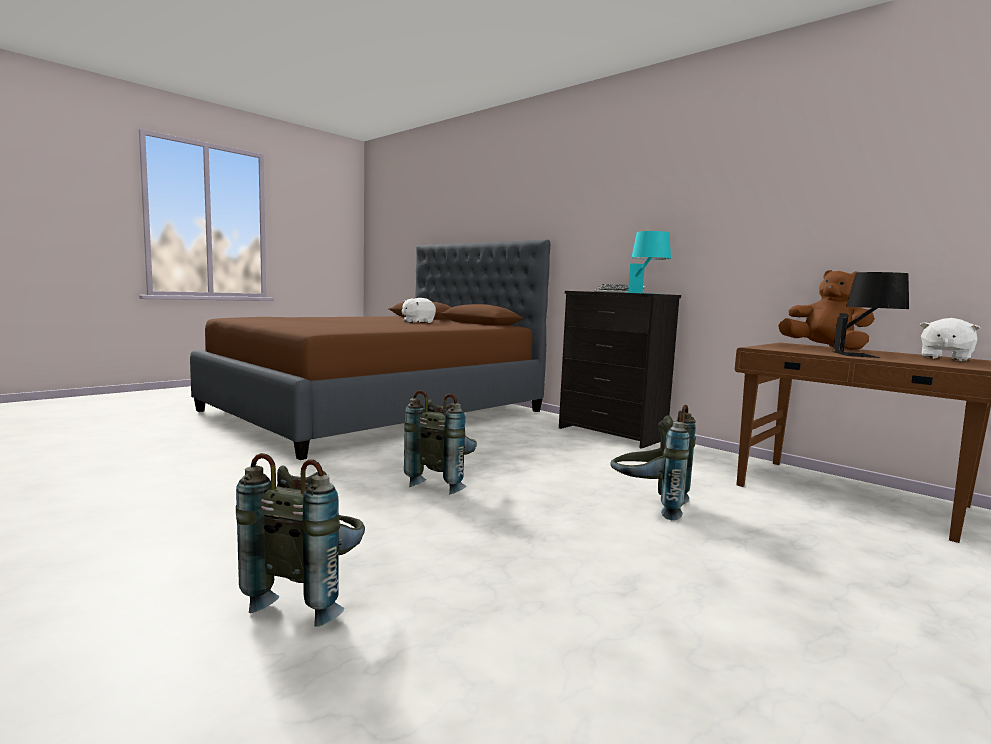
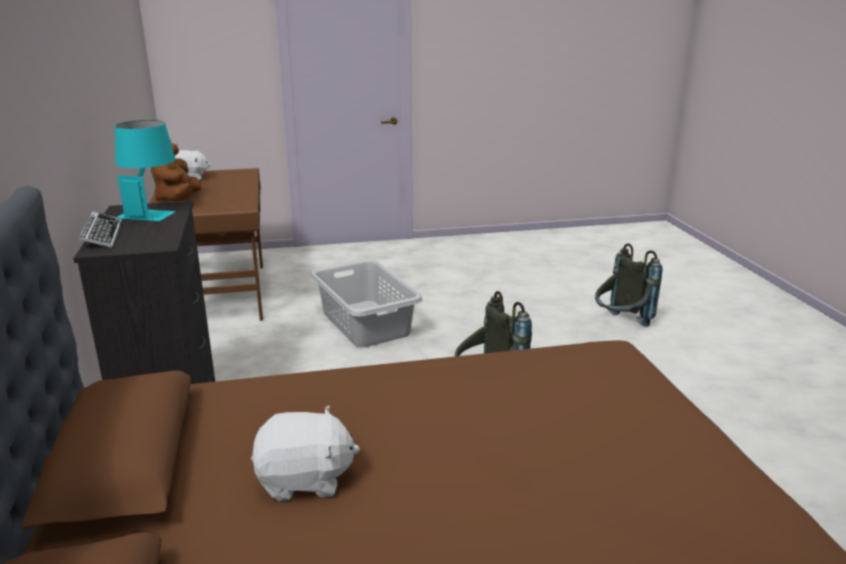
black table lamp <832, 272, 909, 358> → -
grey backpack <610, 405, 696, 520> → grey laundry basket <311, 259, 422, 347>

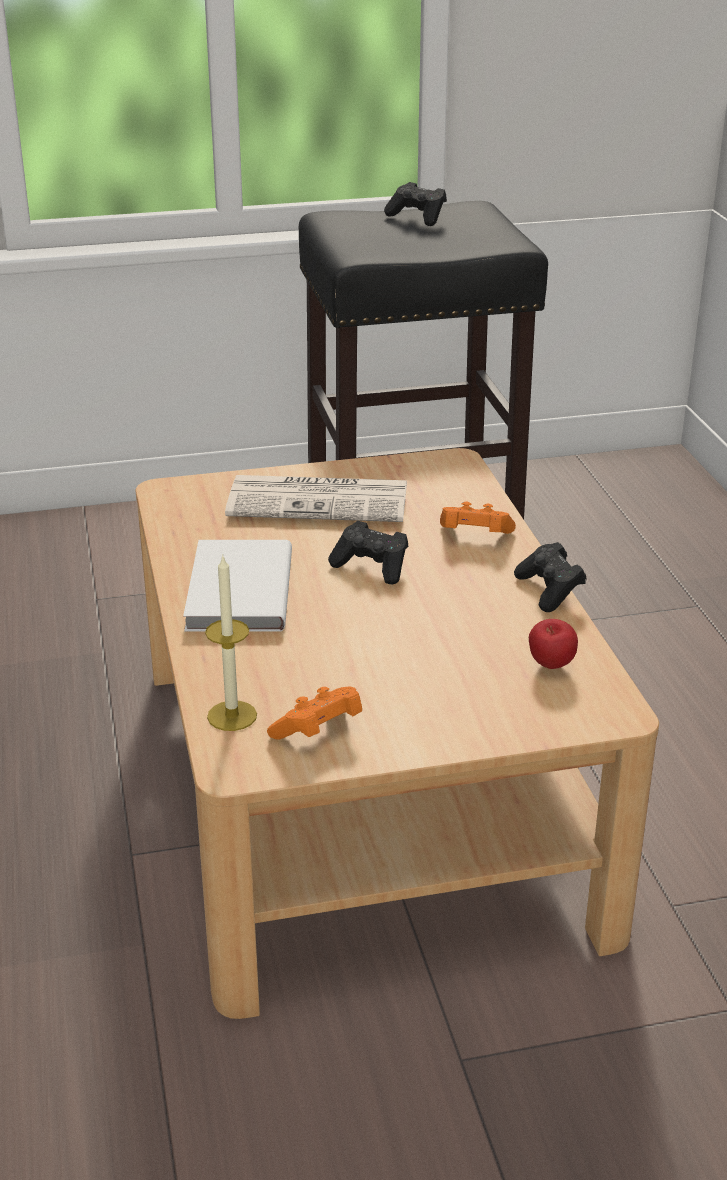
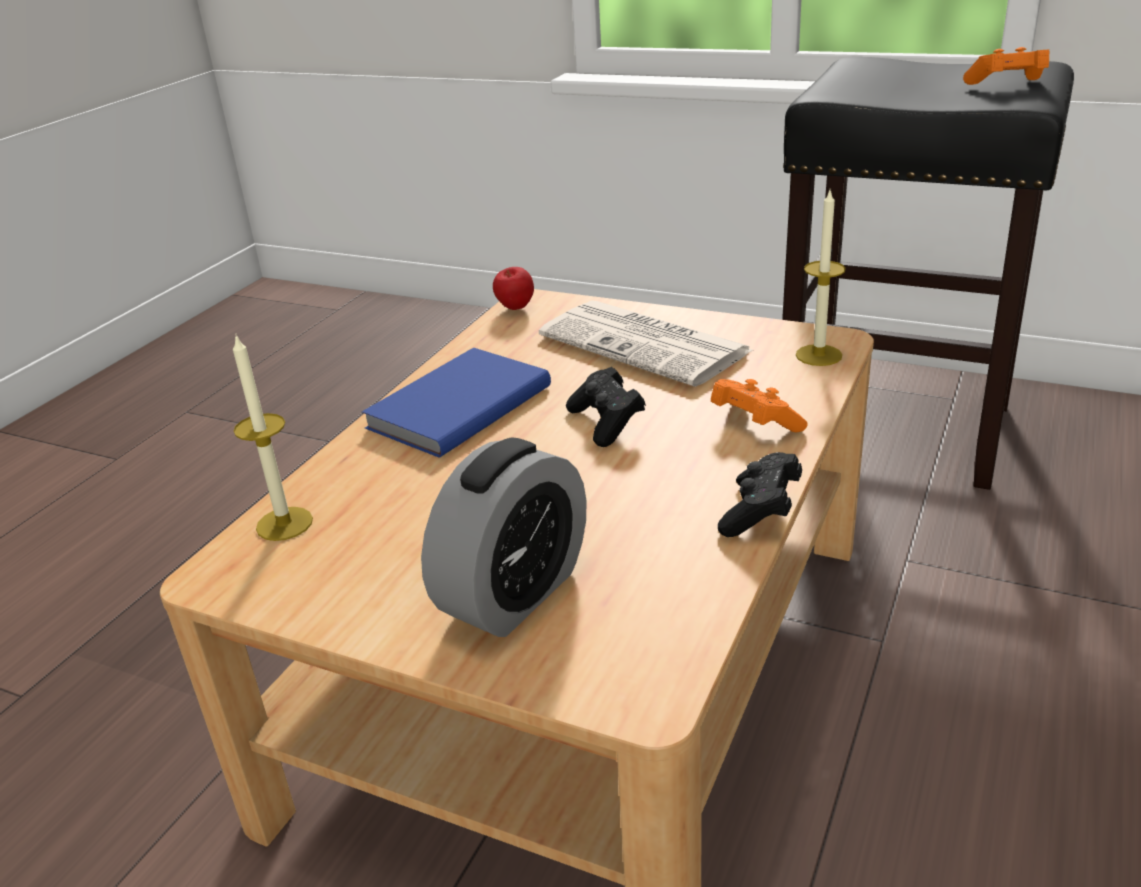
black game controller <384, 182, 447, 226> → -
white book <183, 540, 292, 631> → blue book <362, 347, 551, 458>
apple <529, 619, 578, 669> → apple <493, 267, 534, 310>, move
orange game controller <267, 687, 362, 740> → orange game controller <963, 47, 1049, 85>, move
- → candle <796, 190, 846, 366>
- → alarm clock <421, 437, 587, 637>

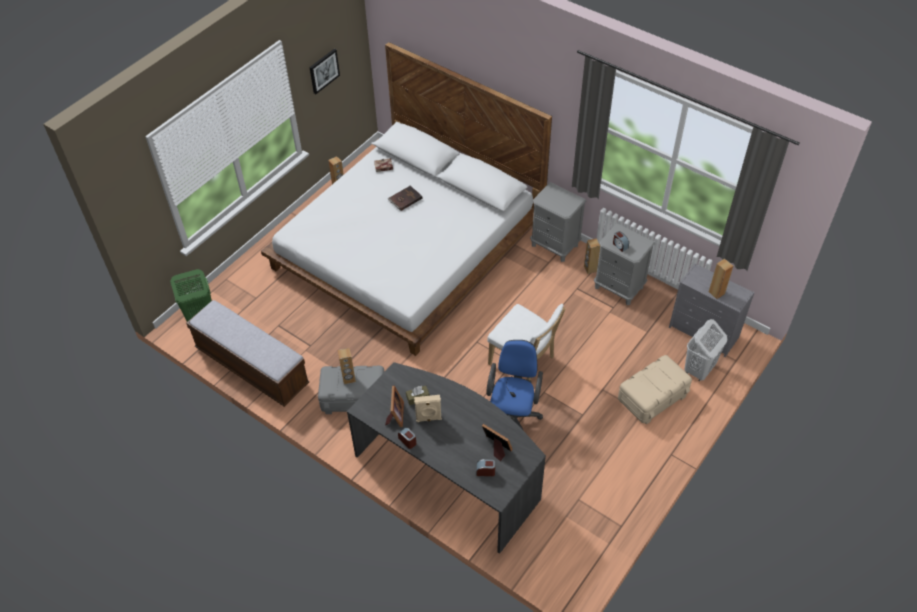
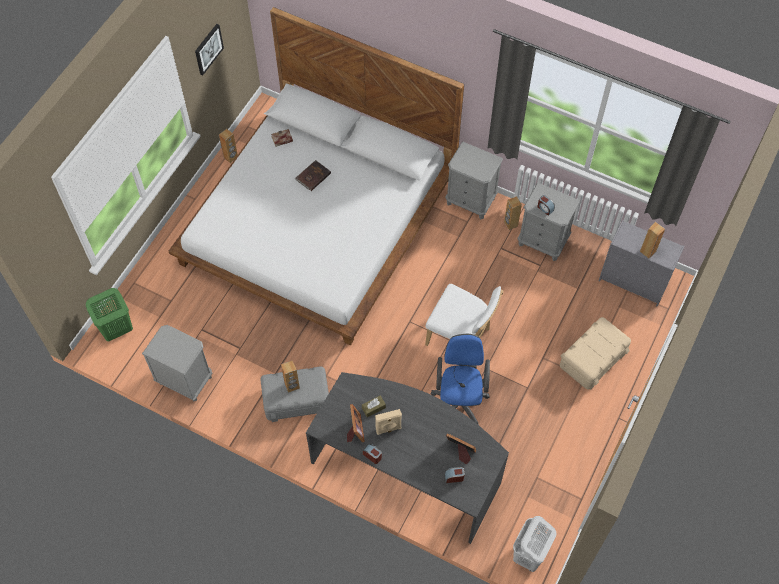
bench <186, 300, 309, 407> → grey nightstand <142, 325, 212, 402>
white laundry basket <684, 319, 727, 381> → white laundry basket <513, 516, 557, 572>, move

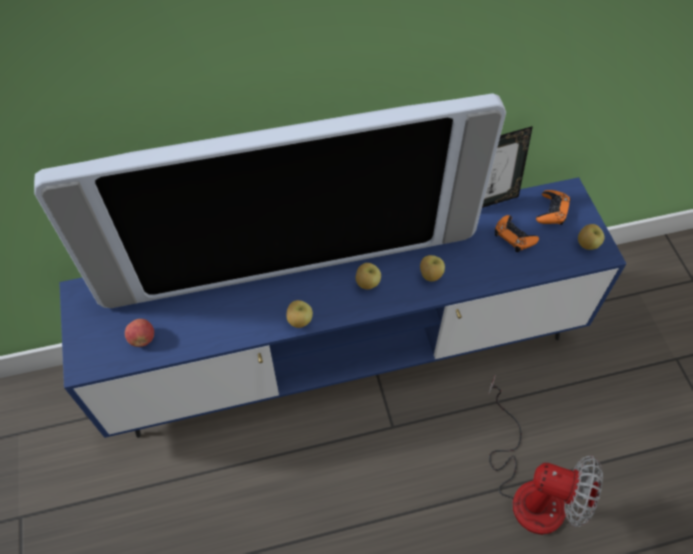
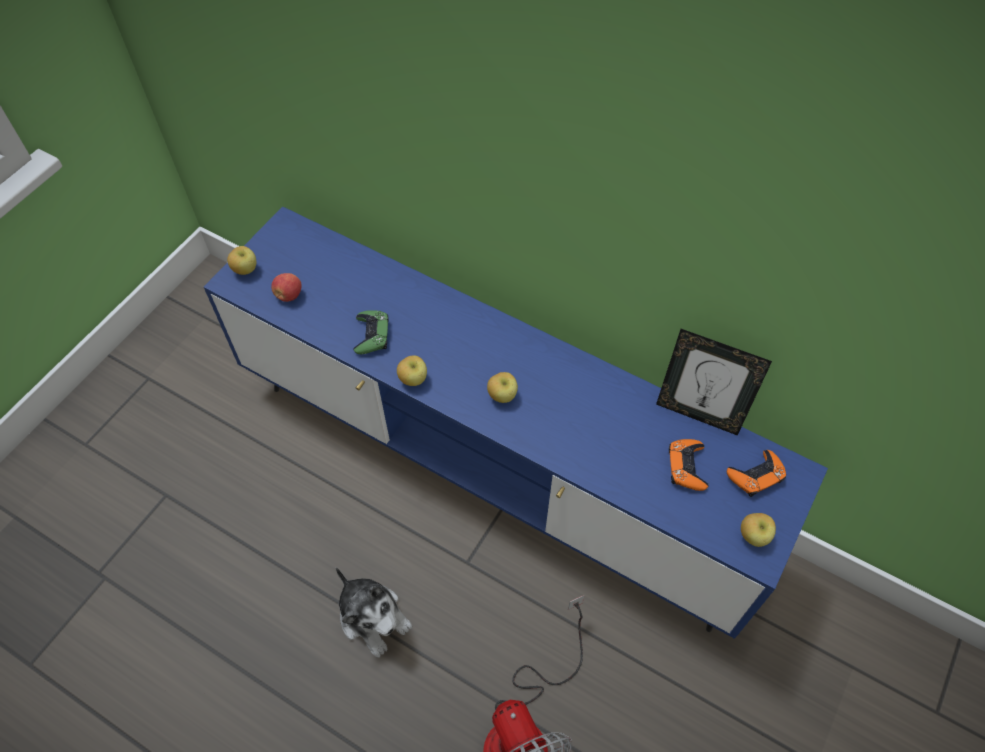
television <34, 93, 506, 308> → -
apple <420, 255, 445, 282> → apple <227, 246, 256, 275>, move
- → green game controller <353, 310, 389, 354>
- → plush toy <336, 567, 412, 658>

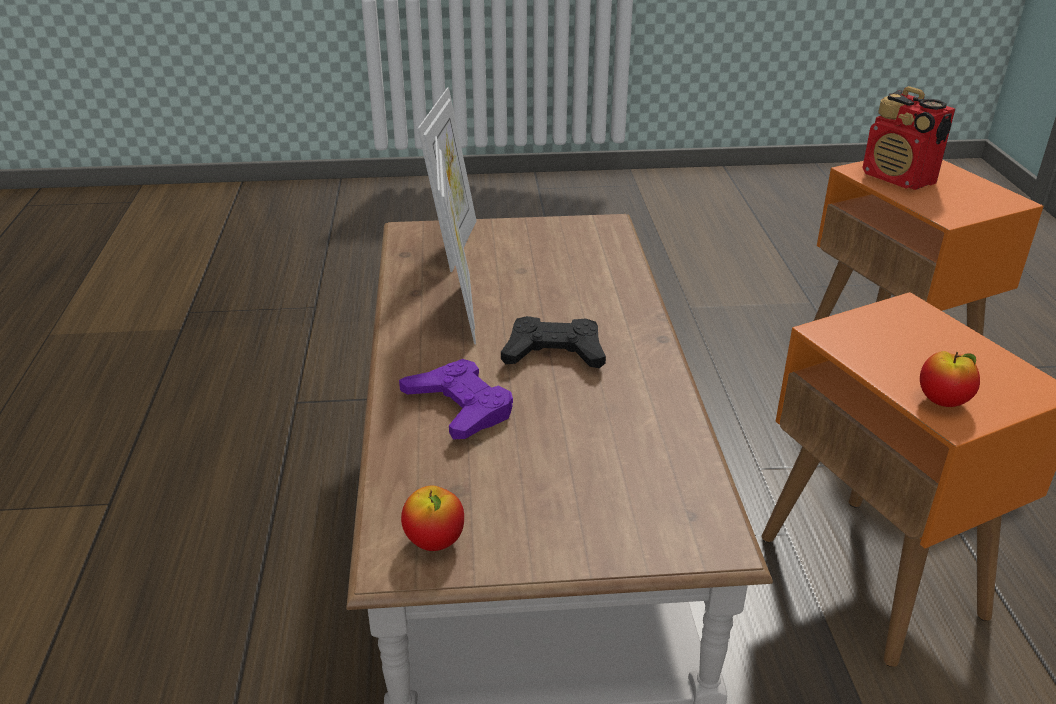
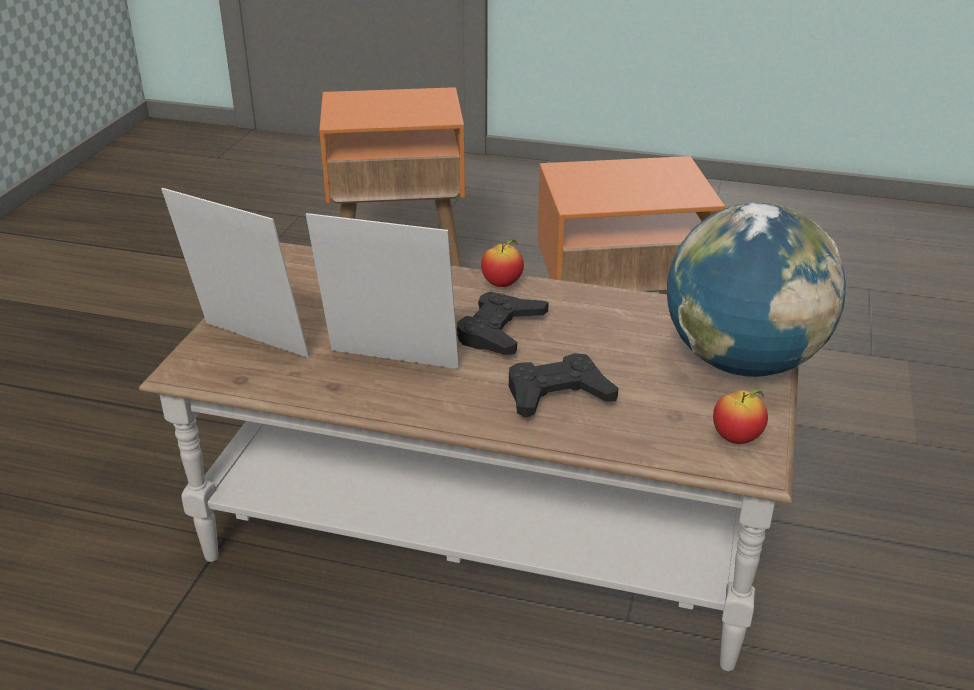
radio <862, 86, 955, 190> → -
apple <920, 351, 980, 407> → apple <481, 239, 524, 287>, move
purple game controller <399, 359, 513, 439> → black game controller <509, 353, 618, 418>
- → globe <667, 202, 846, 377>

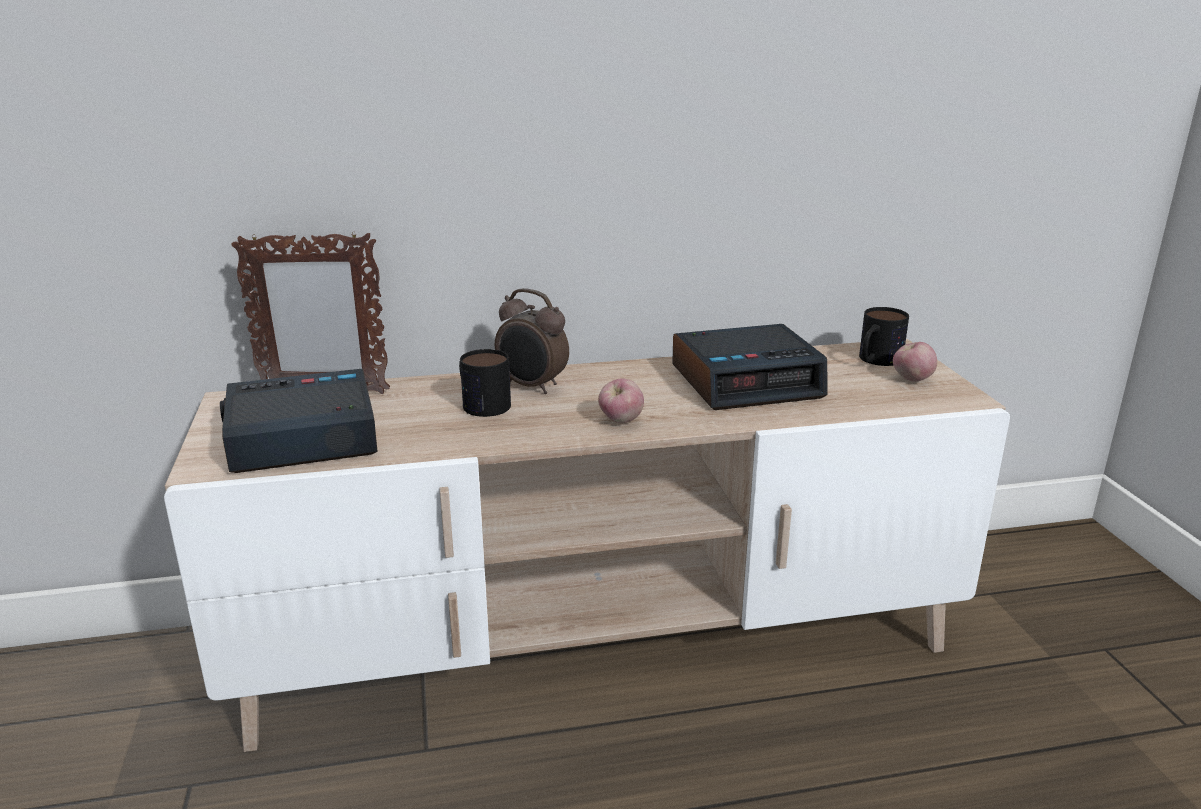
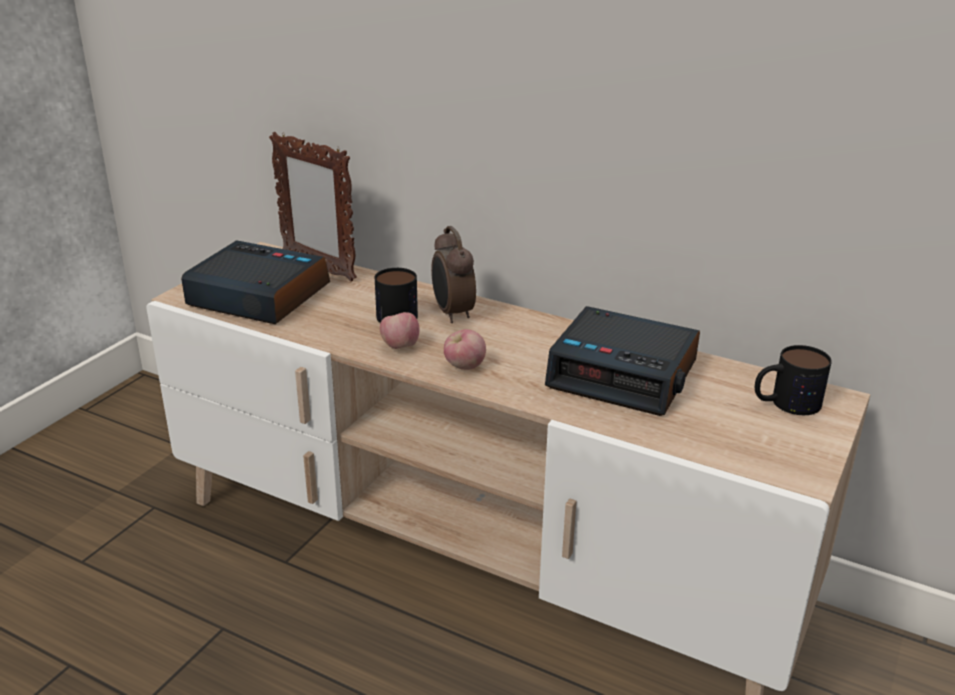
apple <893, 342, 937, 382> → apple <380, 312, 420, 349>, move

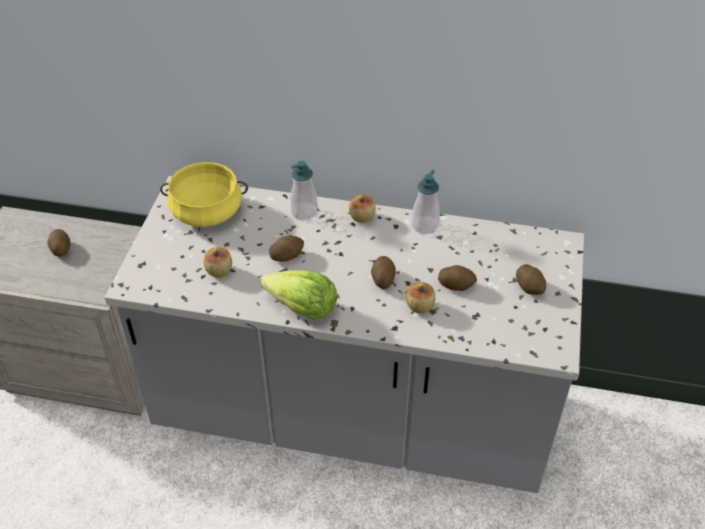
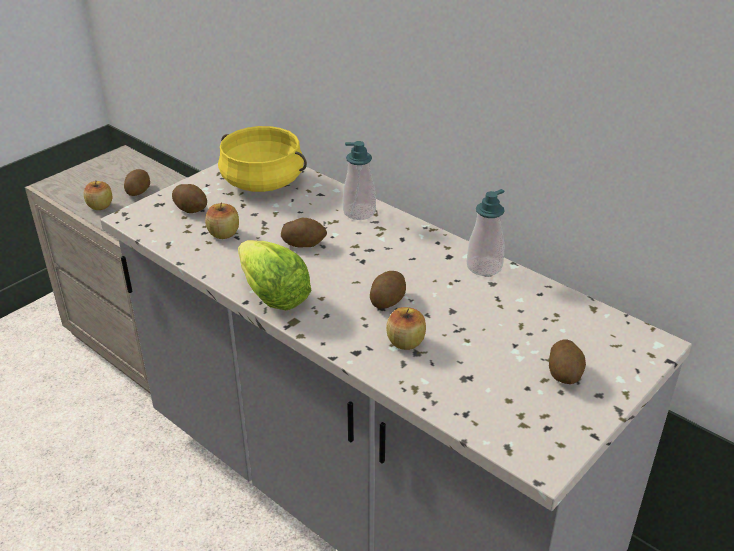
apple <349, 194, 375, 223> → apple <83, 180, 112, 210>, move
potato <438, 265, 477, 291> → potato <172, 184, 207, 213>, move

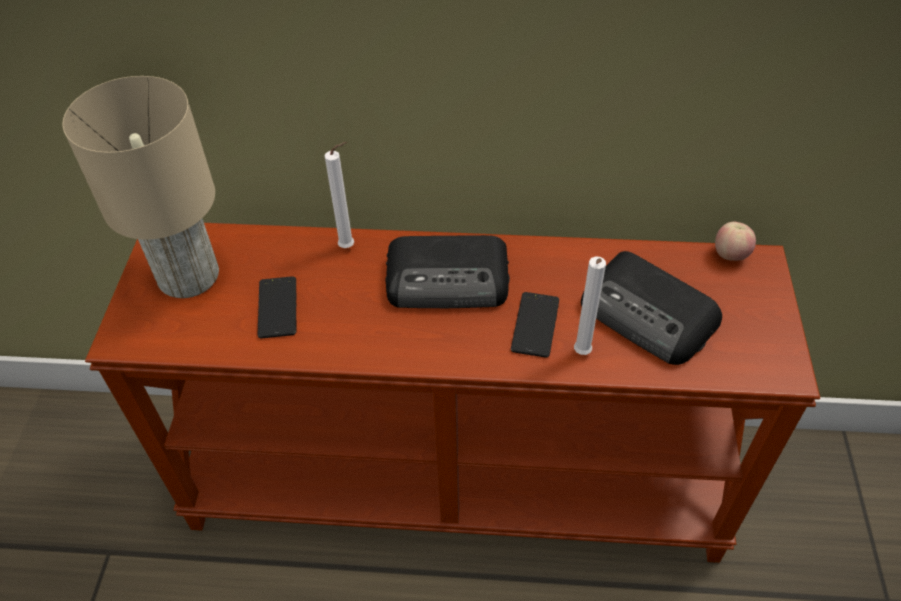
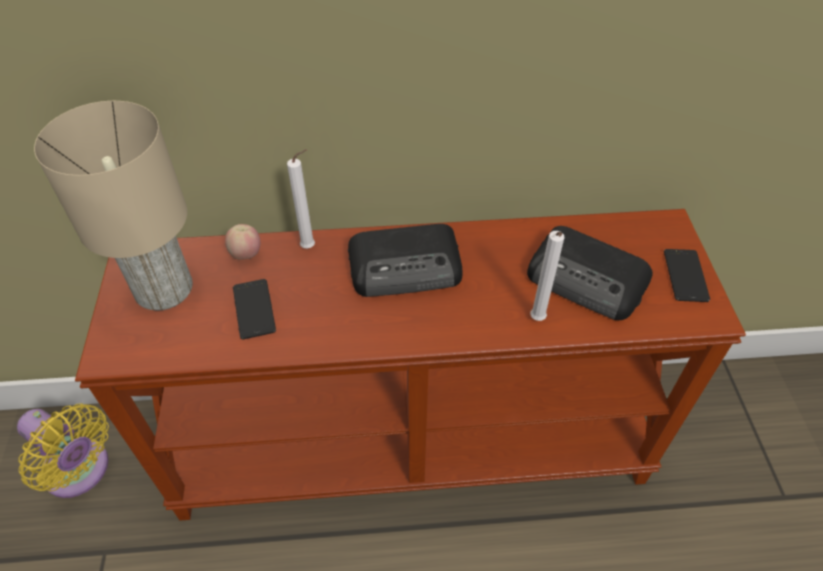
apple <715, 222, 756, 261> → apple <225, 224, 260, 259>, move
phone <511, 292, 559, 358> → phone <664, 249, 710, 302>, move
- → yellow fan <17, 403, 109, 498>

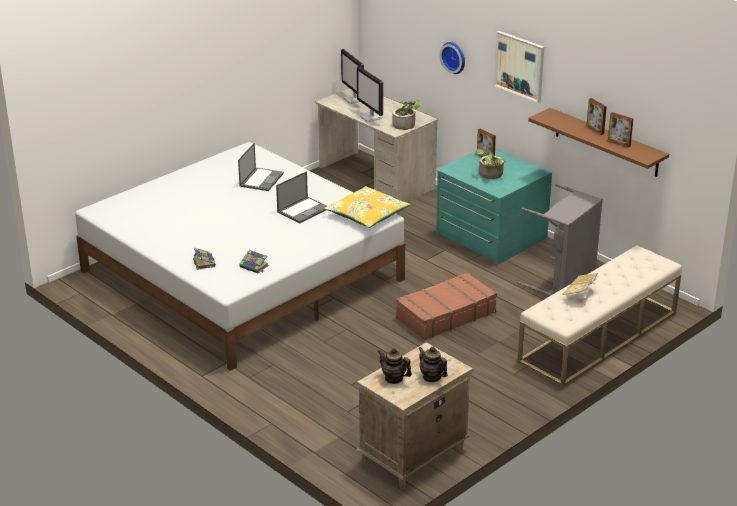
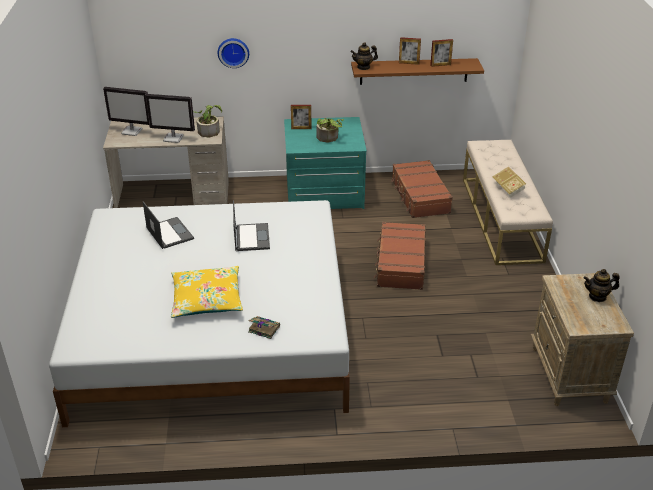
picture <494, 31, 544, 103> → -
grey laundry basket <517, 184, 603, 296> → brown suitcase <391, 160, 453, 218>
yellow pillow <324, 186, 411, 228> → yellow pillow <171, 266, 243, 318>, move
book <239, 250, 269, 273> → -
teapot <378, 348, 412, 384> → teapot <351, 42, 378, 70>, move

